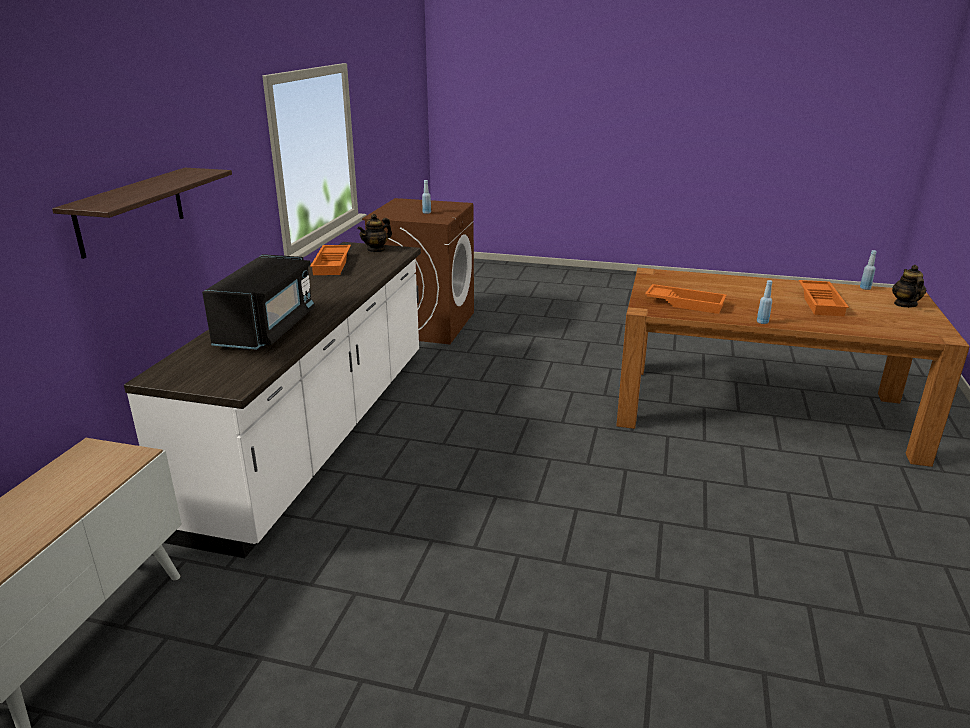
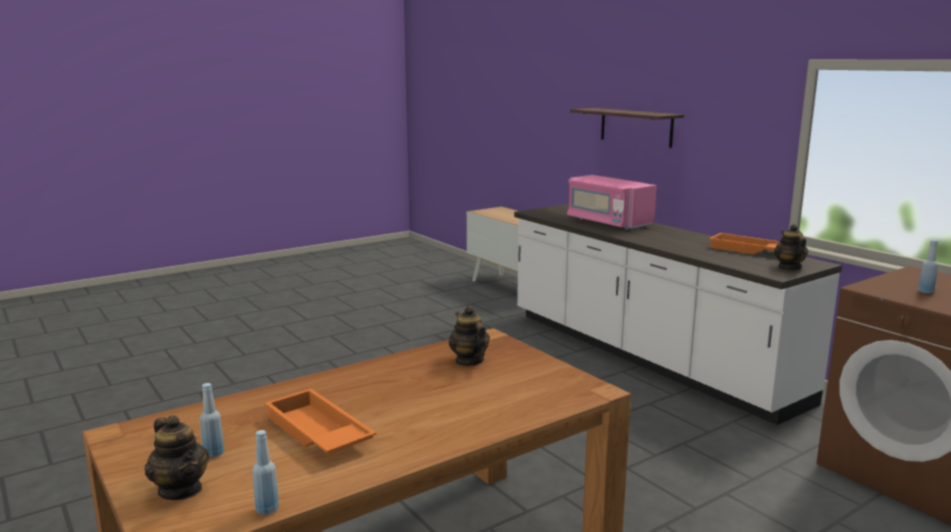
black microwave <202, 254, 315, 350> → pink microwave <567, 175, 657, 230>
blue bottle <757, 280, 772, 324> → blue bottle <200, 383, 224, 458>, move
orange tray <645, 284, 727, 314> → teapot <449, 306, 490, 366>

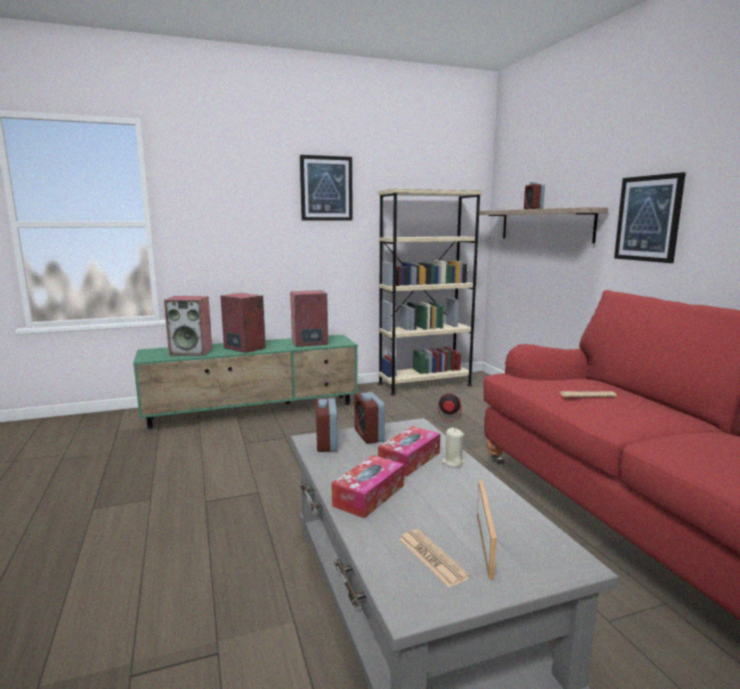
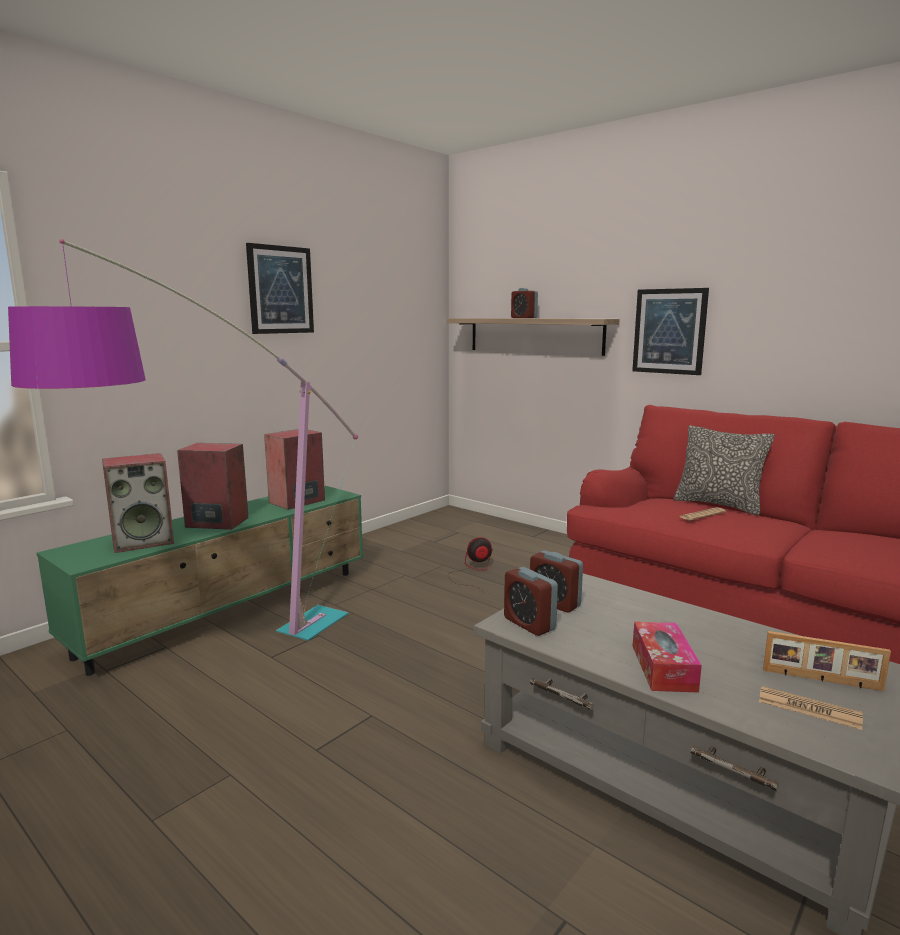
beige bookcase <378, 189, 483, 395> → -
tissue box <378, 426, 440, 477> → -
beige candle <441, 428, 465, 467> → -
picture frame <477, 481, 497, 580> → picture frame <763, 631, 891, 691>, 135 degrees clockwise
- → floor lamp <8, 239, 358, 641>
- → pillow <674, 425, 775, 515>

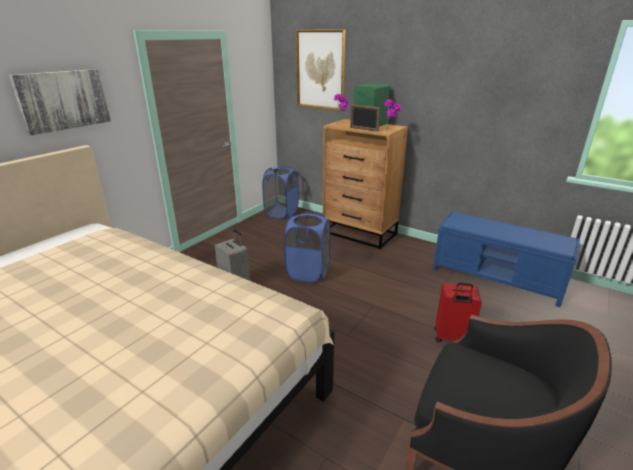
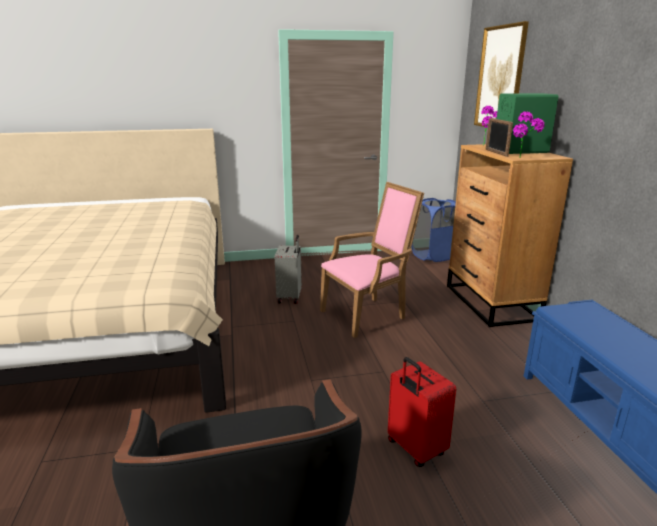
picture <9, 69, 111, 135> → -
blue laundry basket <284, 212, 331, 283> → pink armchair <320, 182, 424, 338>

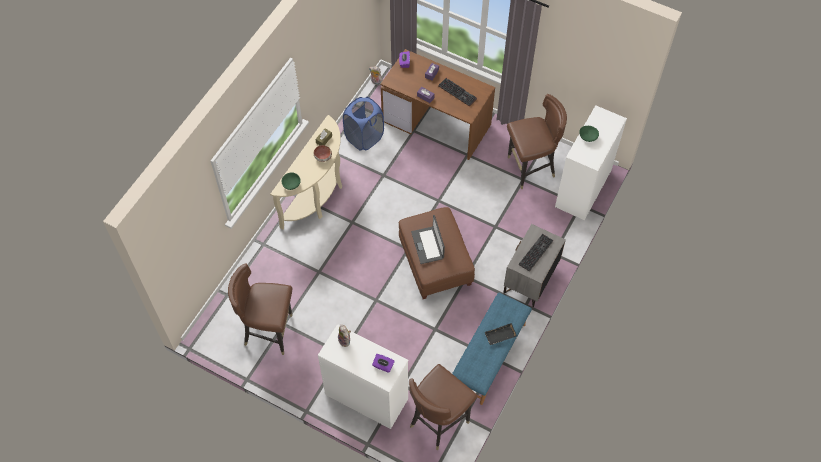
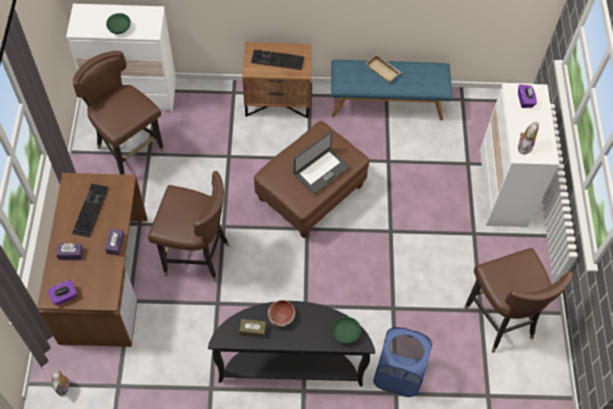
blue laundry basket <343, 97, 384, 151> → blue laundry basket <373, 327, 432, 397>, move
beige console table <270, 115, 342, 230> → black console table <208, 301, 375, 387>
grey nightstand <503, 224, 566, 307> → brown nightstand <242, 42, 312, 119>
black tray <484, 323, 517, 345> → beige tray <366, 54, 401, 83>
brown chair <409, 364, 477, 450> → brown chair <148, 171, 229, 282>, move

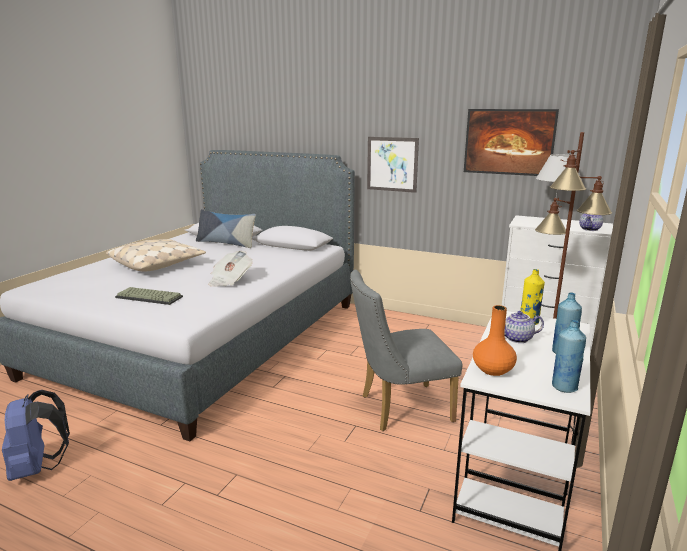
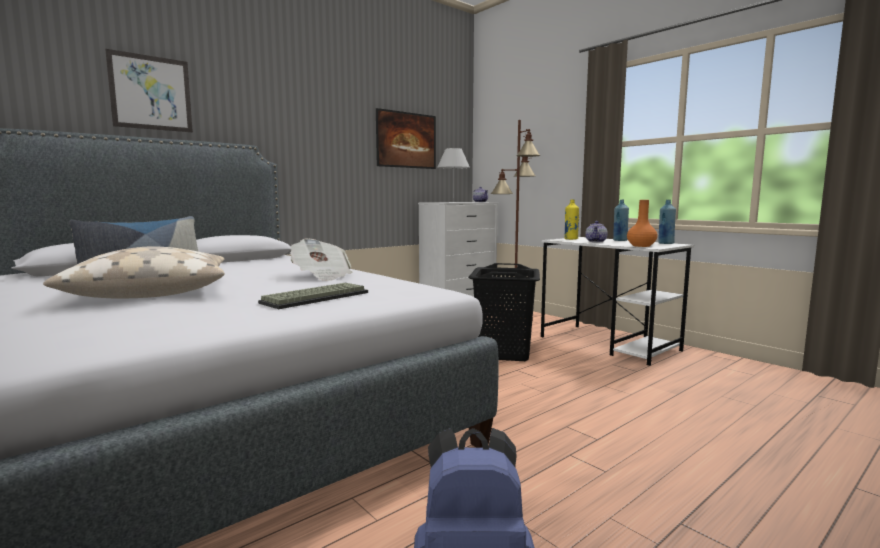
picture <367, 137, 419, 193> → picture <105, 49, 193, 132>, move
grey chair <350, 270, 462, 431> → black laundry basket <469, 263, 540, 361>

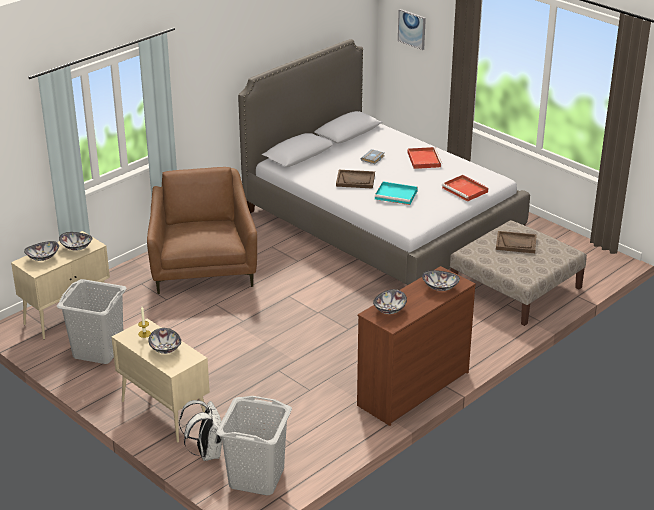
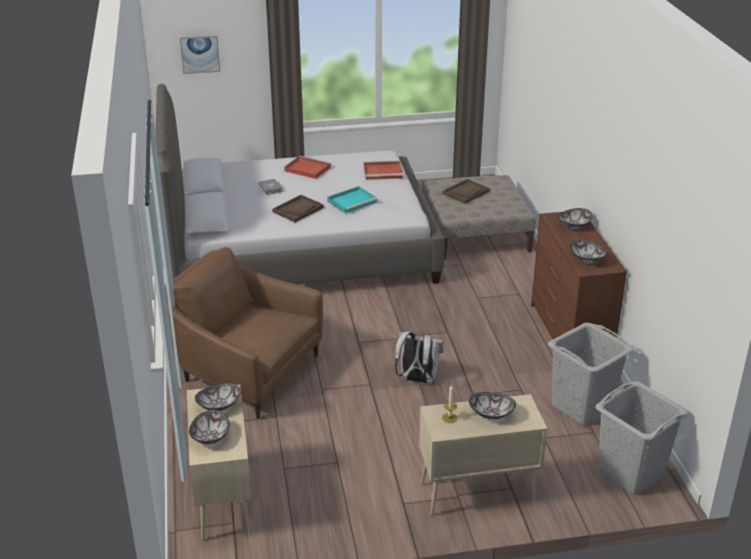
grey laundry basket <57, 279, 126, 364> → grey laundry basket <548, 323, 634, 425>, move
white backpack <179, 400, 222, 461> → white backpack <395, 332, 443, 383>, move

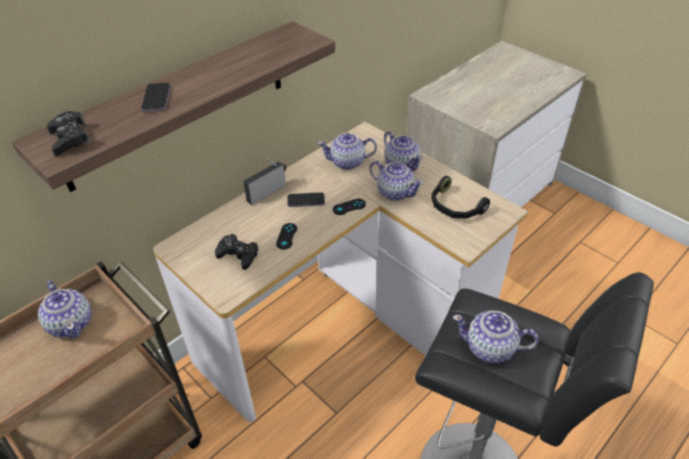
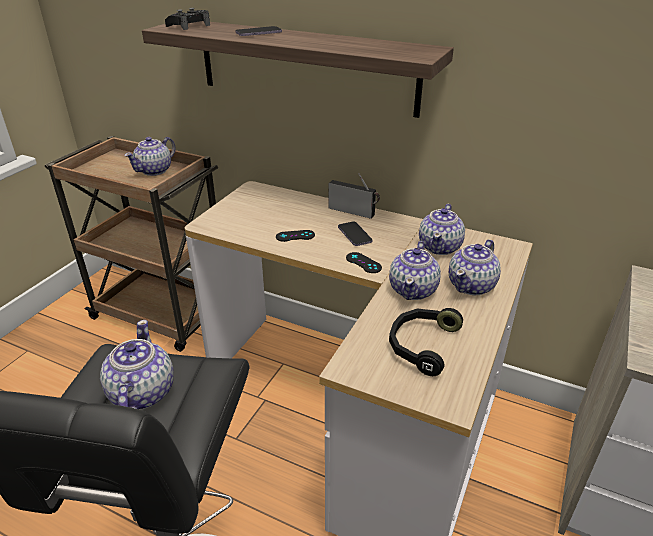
teapot <318, 133, 377, 170> → teapot <419, 204, 465, 255>, 135 degrees counterclockwise
black game controller <215, 234, 259, 270> → -

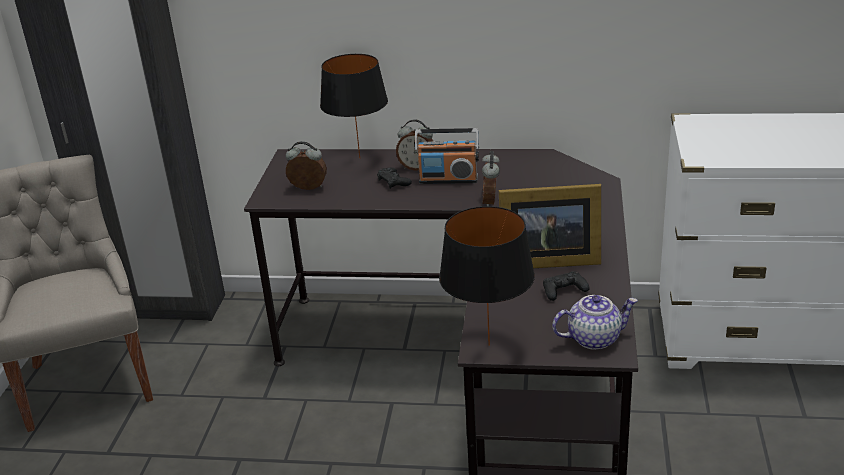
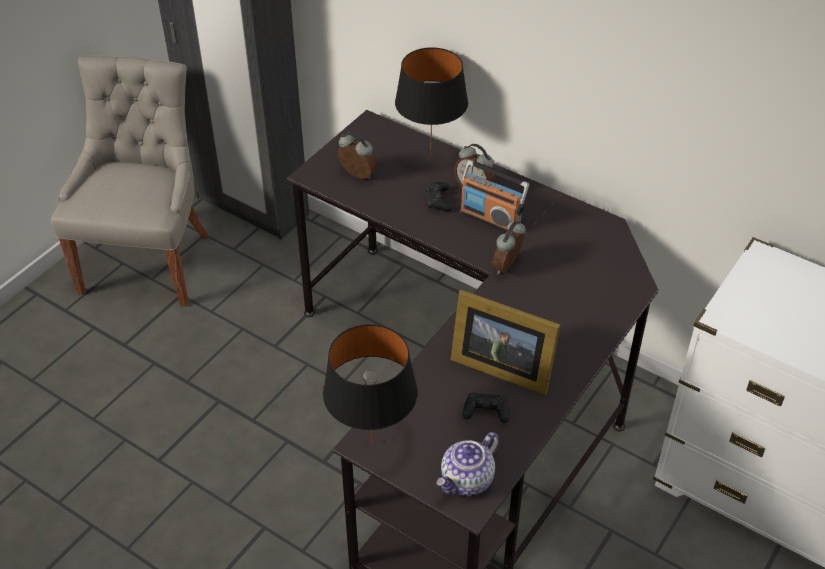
teapot <552, 295, 638, 350> → teapot <436, 432, 499, 496>, 120 degrees clockwise

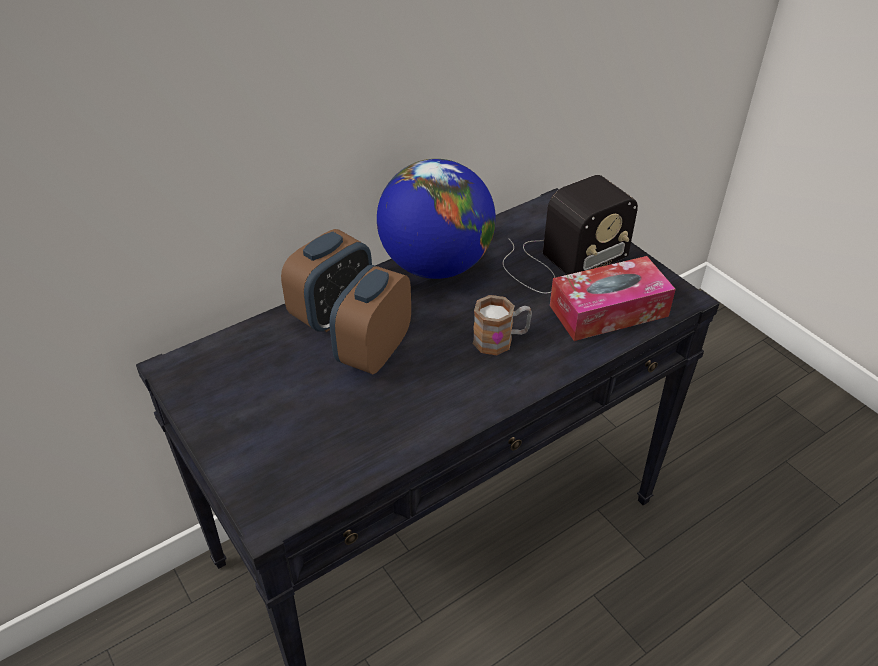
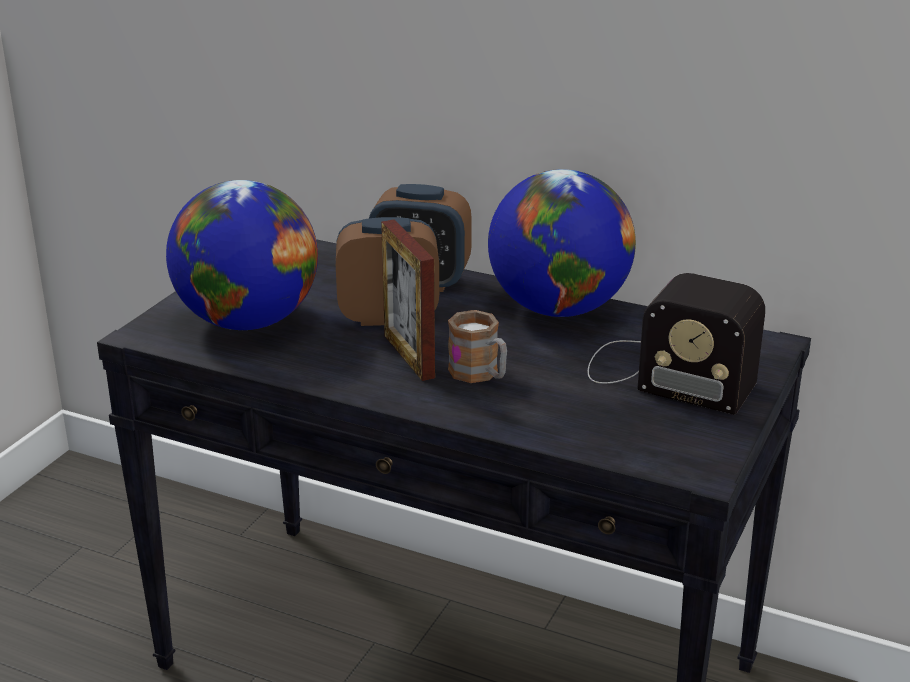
tissue box <550, 256, 676, 341> → -
- → globe <166, 180, 318, 330>
- → picture frame <381, 219, 435, 381>

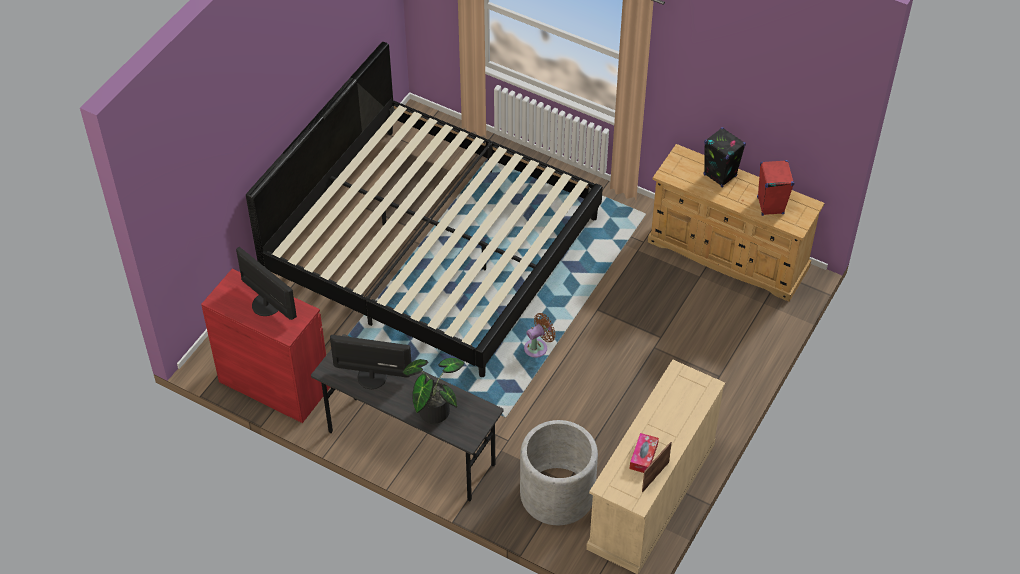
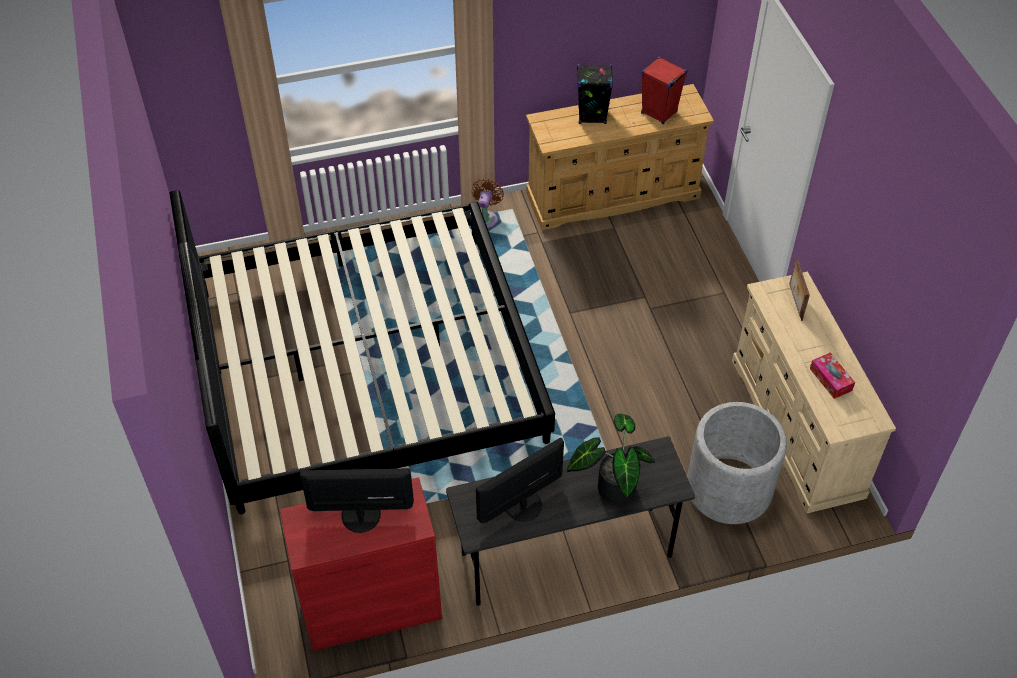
brown fan <524, 313, 556, 358> → brown fan <472, 179, 504, 228>, move
picture frame <642, 442, 672, 492> → picture frame <789, 258, 810, 321>, move

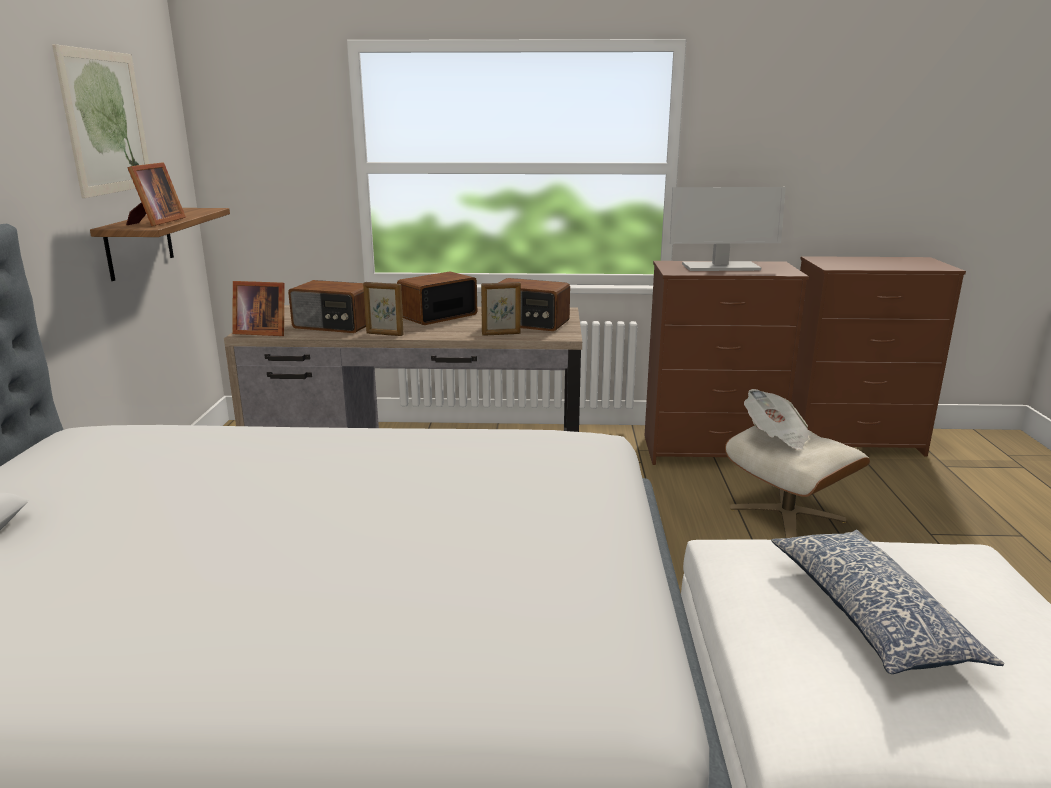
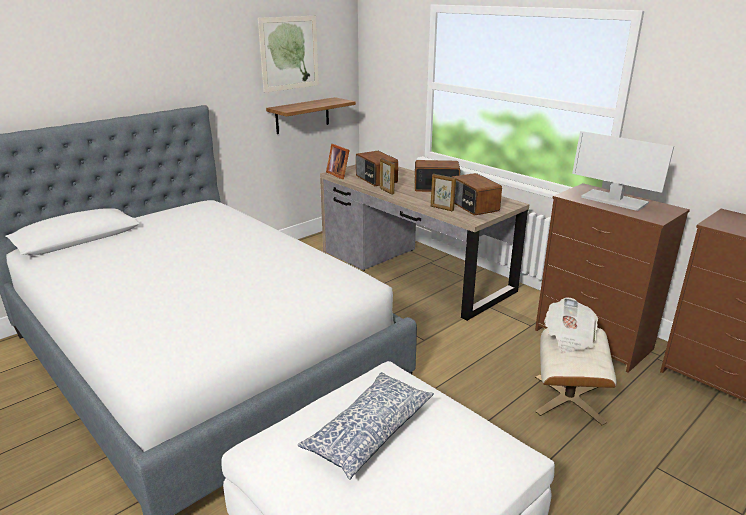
picture frame <126, 162, 186, 226> → -

